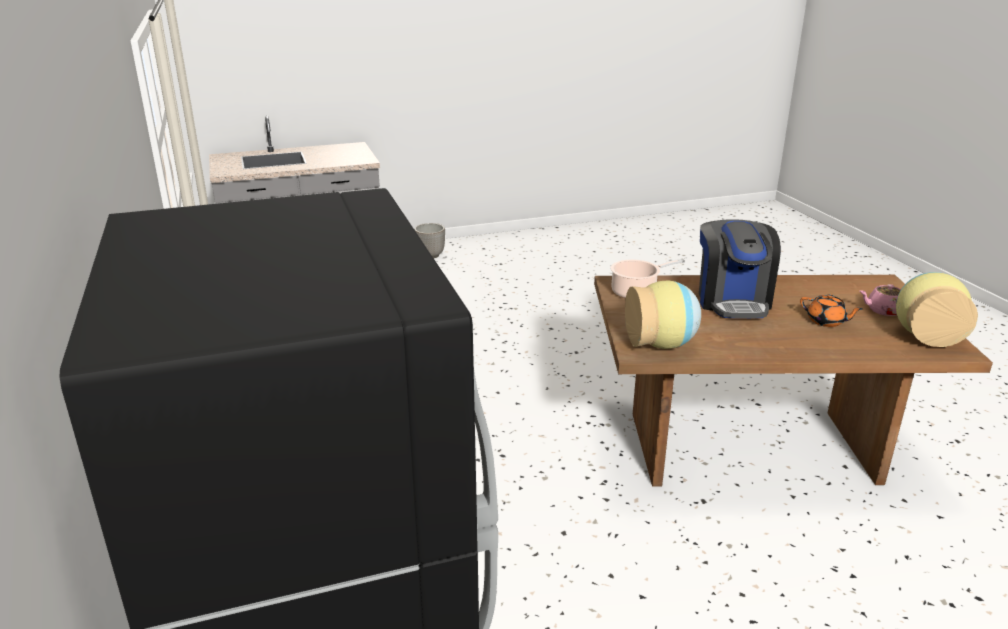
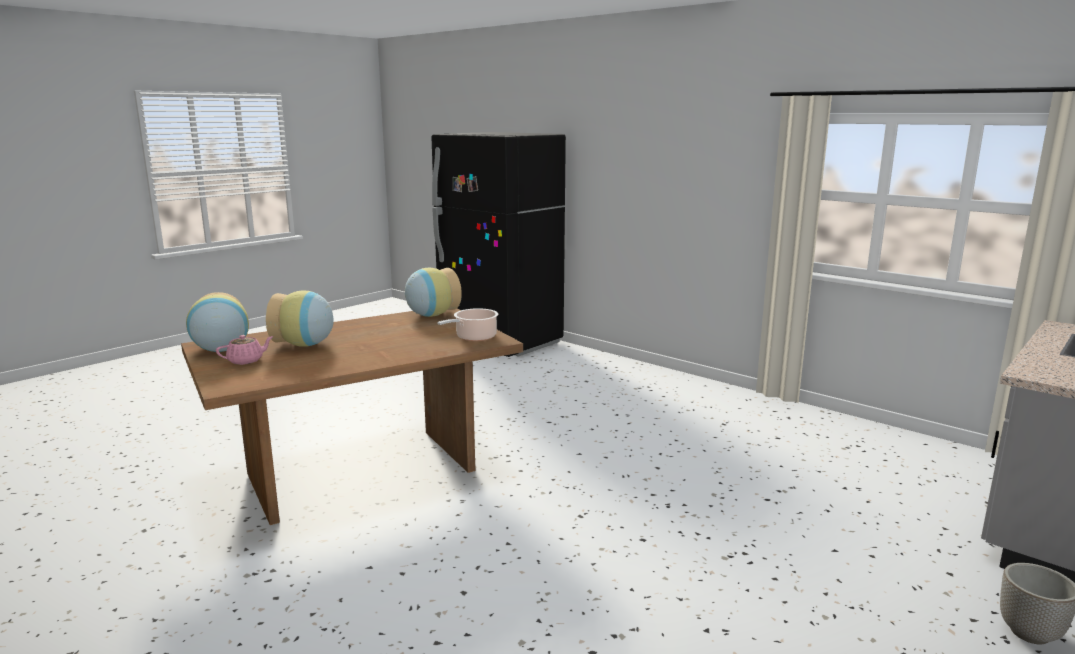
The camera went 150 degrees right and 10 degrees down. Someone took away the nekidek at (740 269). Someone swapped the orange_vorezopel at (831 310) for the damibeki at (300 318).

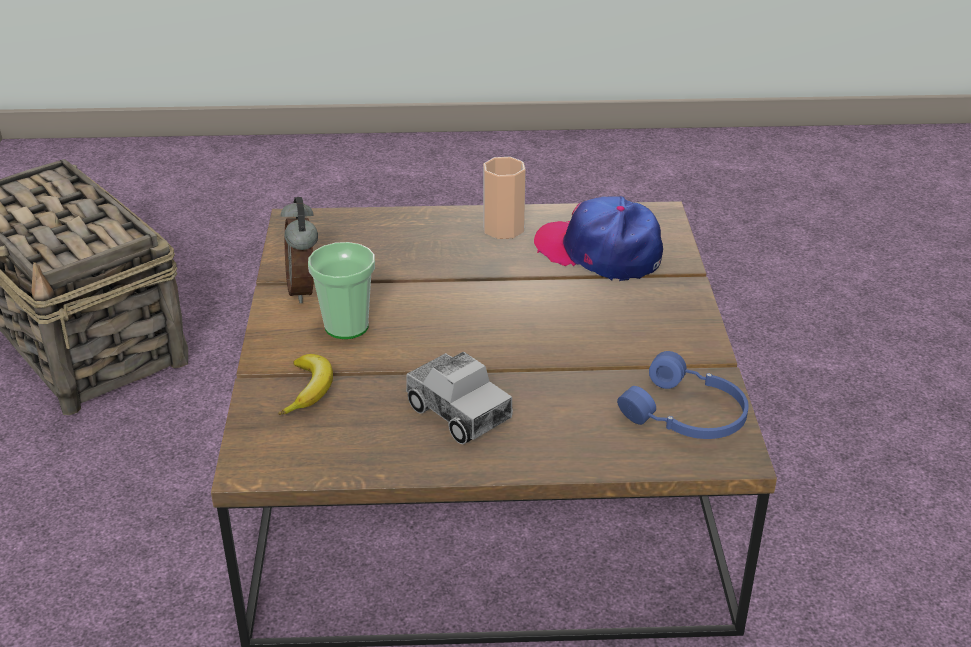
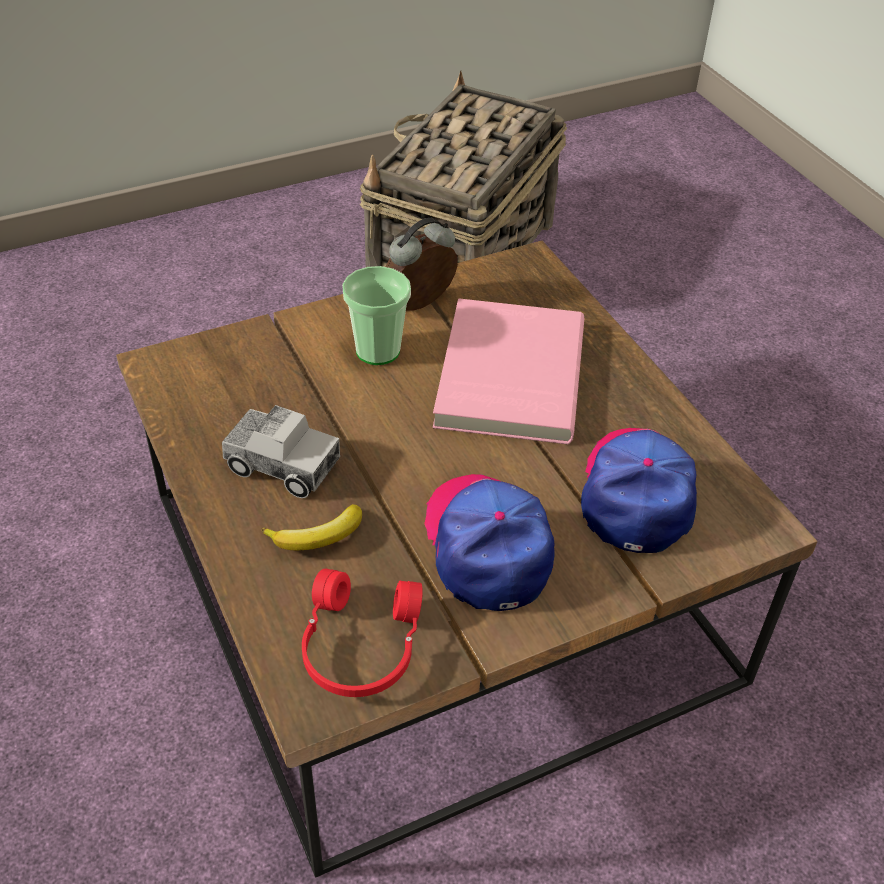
The camera went 65 degrees right and 10 degrees up. Someone carried the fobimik from (305 384) to (311 527). Someone rotated the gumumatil at (459 397) by 90 degrees counterclockwise. Someone took away the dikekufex at (504 198). Someone repainted the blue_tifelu at (683 395), which became the red_tifelu at (362 633). Someone put down the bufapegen at (489 542). Someone put down the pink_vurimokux at (508 371).

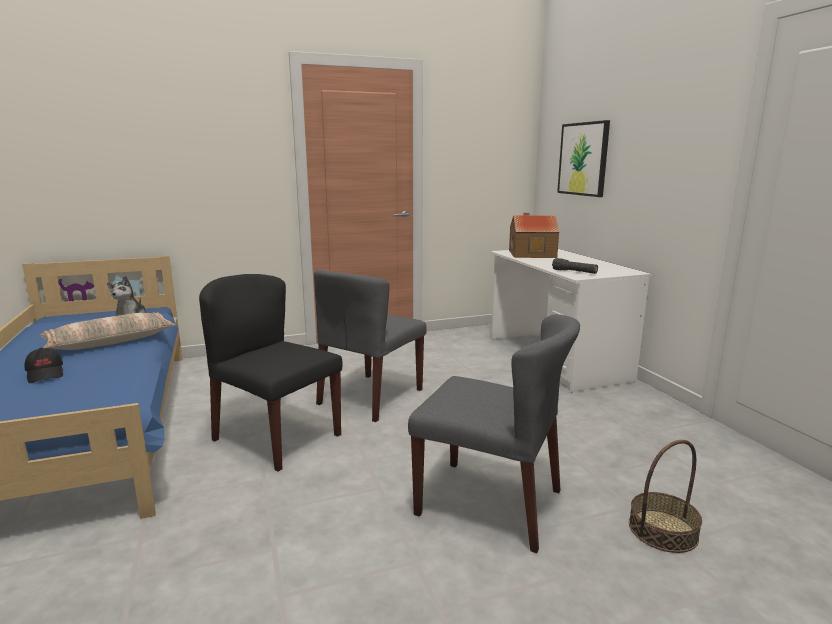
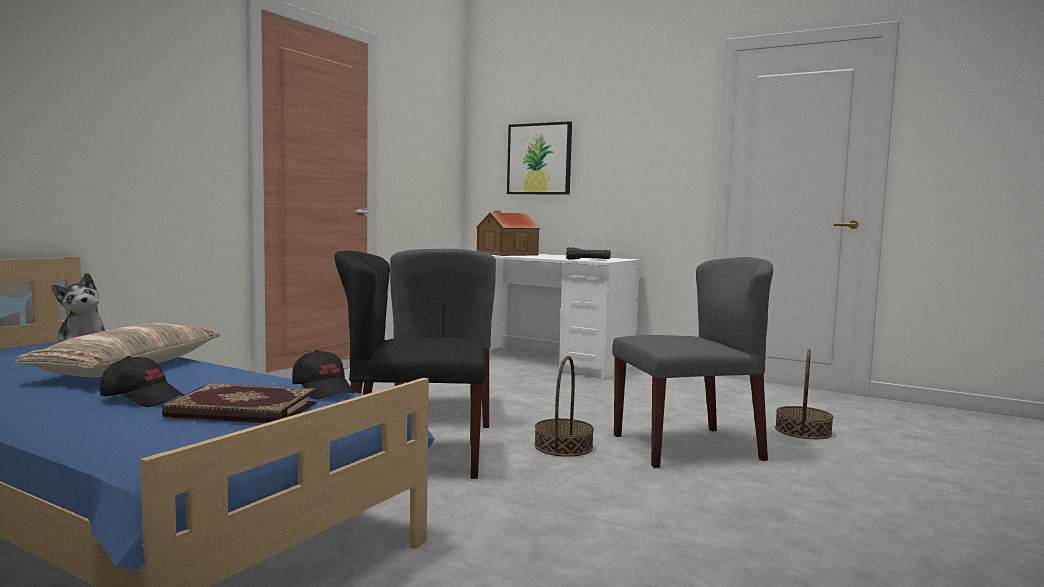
The camera went 40 degrees left and 10 degrees down. Someone put down the vurimokux at (239 403). Someone put down the black_bufapegen at (323 375). Someone put down the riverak at (564 406).

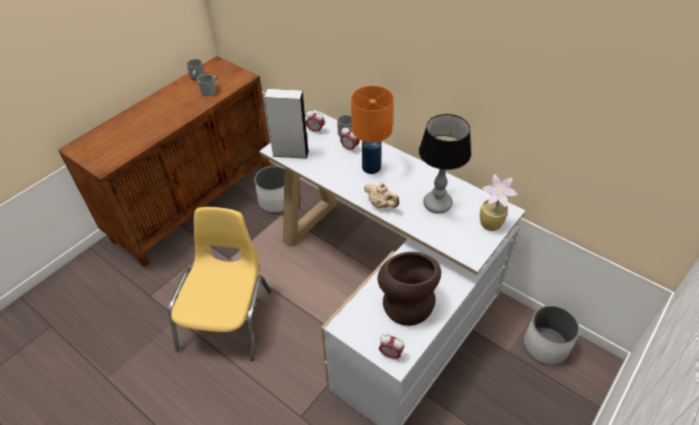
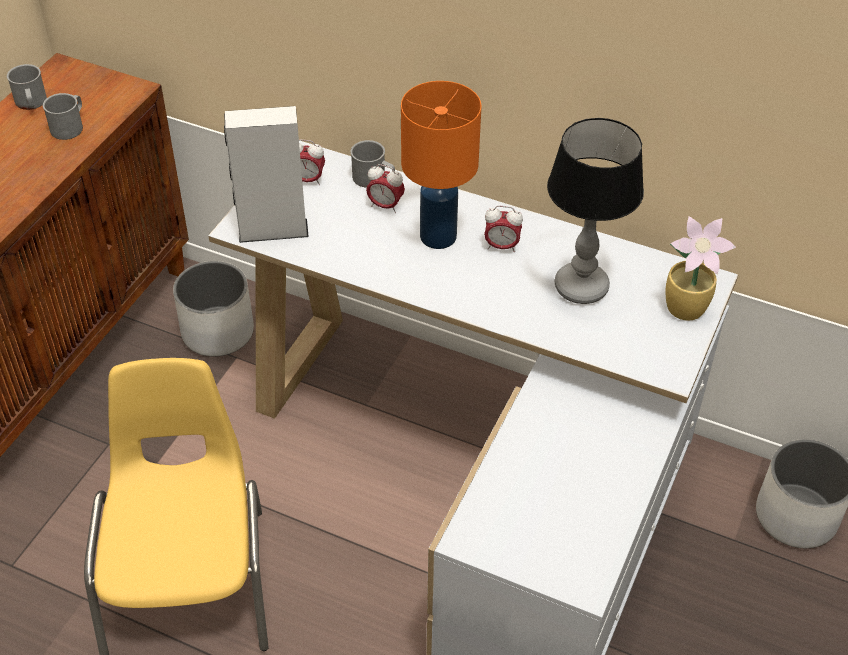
The camera went 15 degrees left and 0 degrees up. Someone took away the beige_vorezopel at (381 195). Someone took away the brown_damibeki at (409 289). Someone carried the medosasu from (392 347) to (503 228).

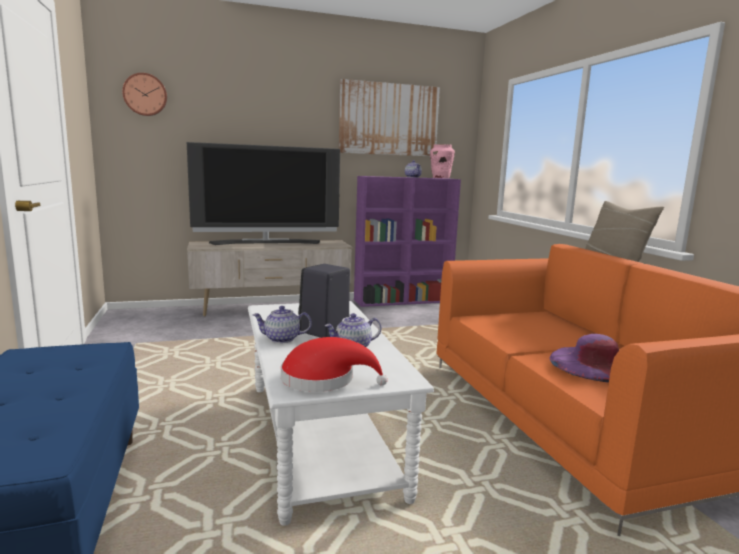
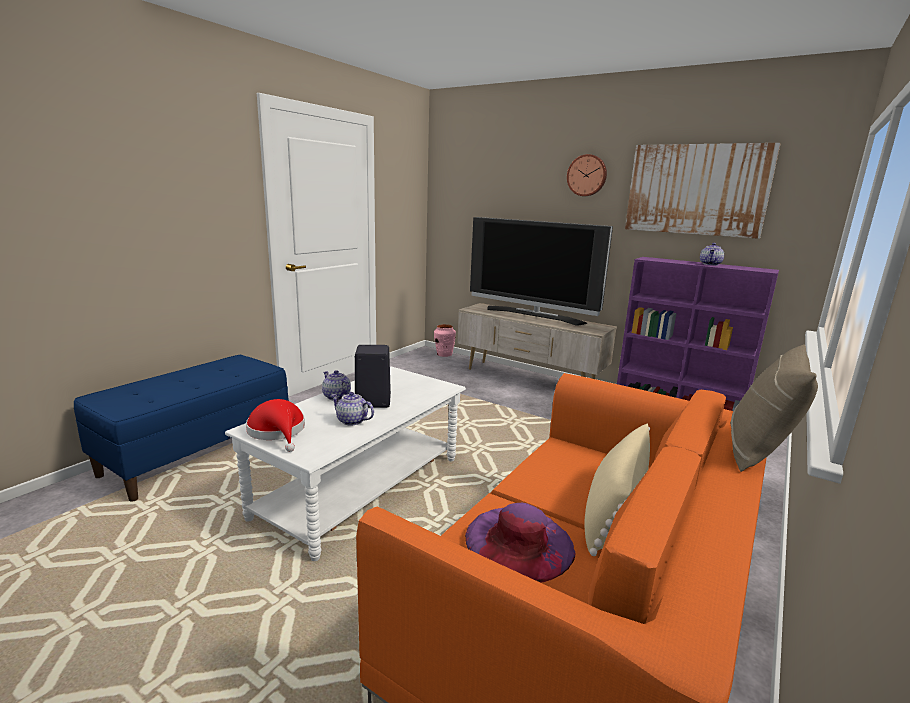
The camera went 50 degrees right and 5 degrees up. Someone carried the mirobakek from (144 94) to (587 175). Someone carried the pink_damibeki from (442 161) to (445 340). Someone put down the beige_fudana at (617 489).

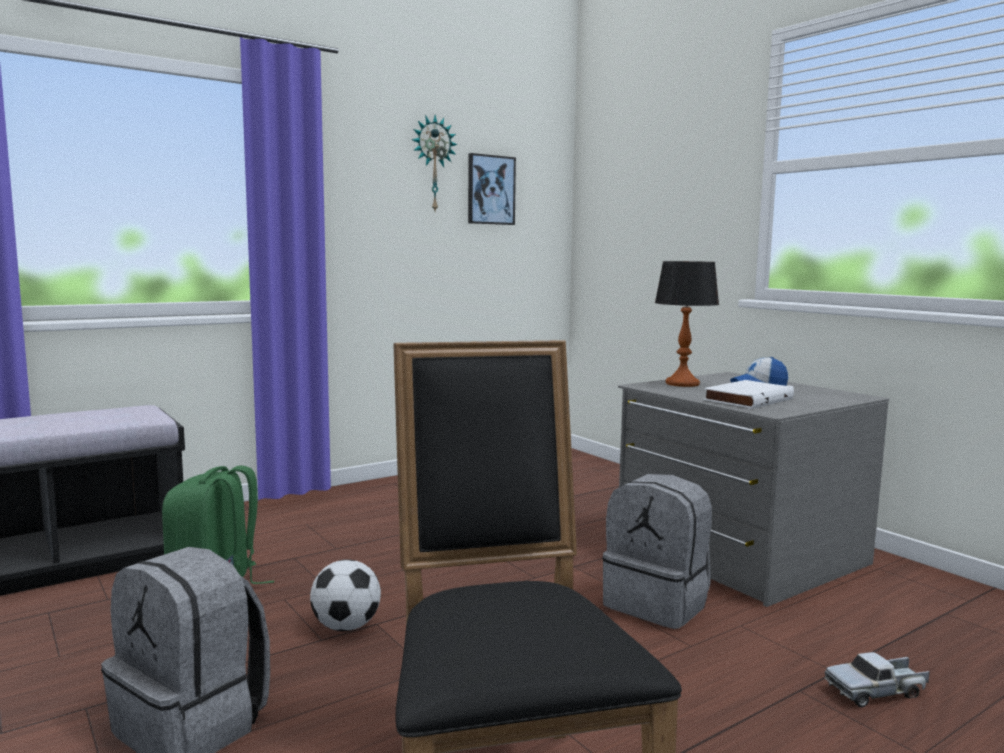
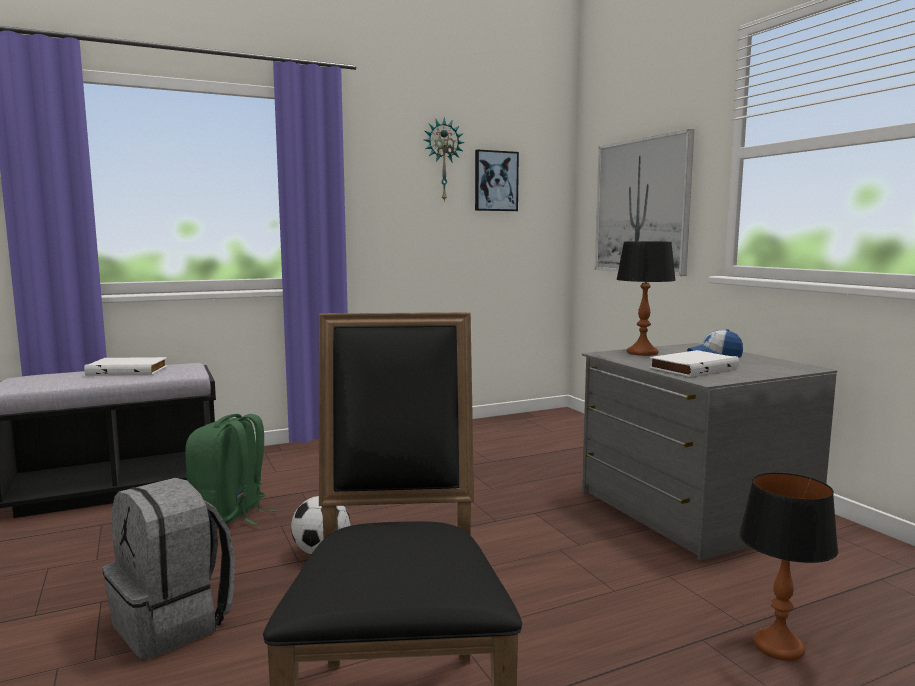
The camera went 10 degrees right and 0 degrees up. Someone took away the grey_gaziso at (657 551). Someone swapped the gumumatil at (877 679) for the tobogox at (788 566). Someone put down the white_vurimokux at (126 366). Someone put up the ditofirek at (644 202).

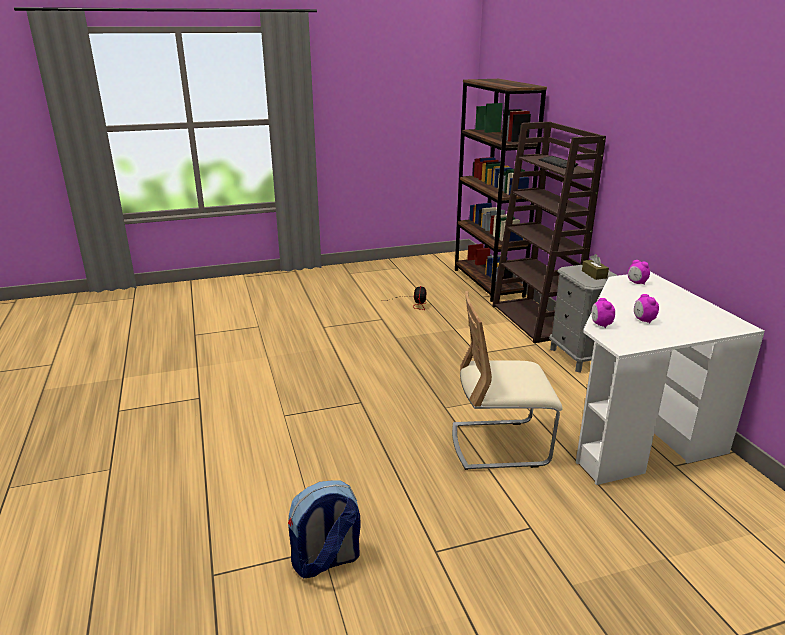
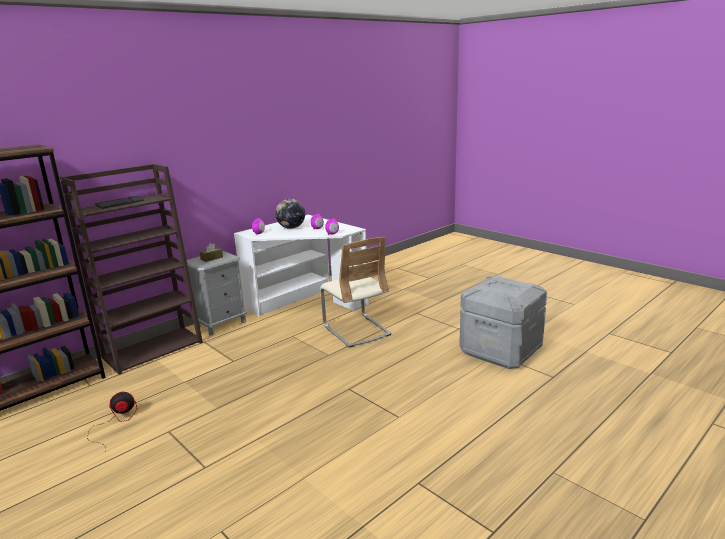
The camera went 115 degrees left and 5 degrees down. Someone swapped the gaziso at (324 529) for the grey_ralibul at (503 322). Someone put down the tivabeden at (290 214).

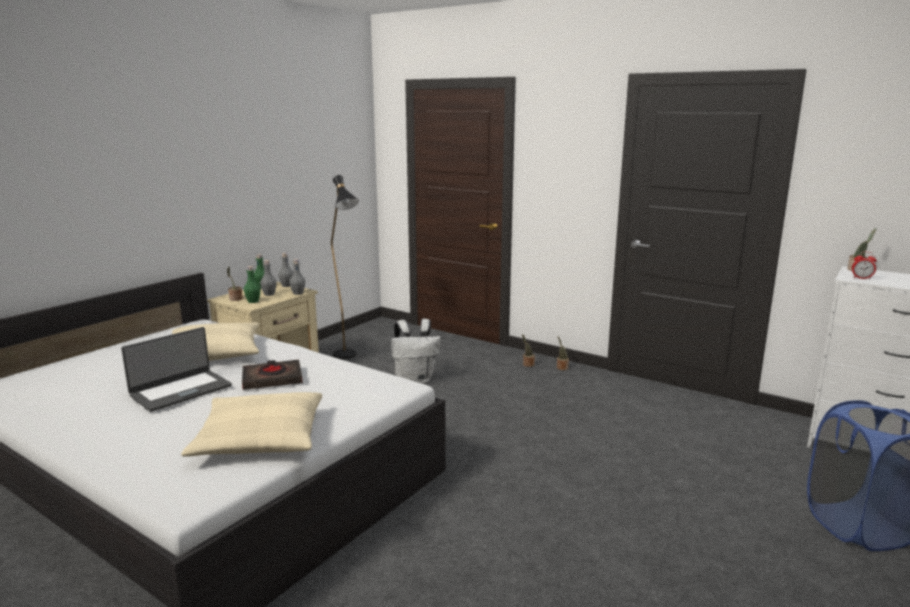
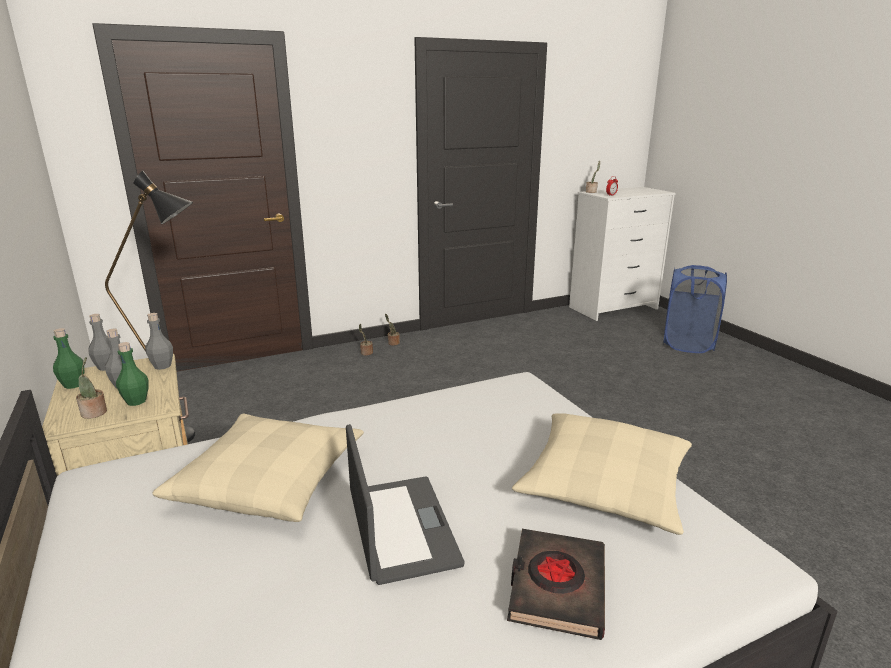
The camera went 60 degrees left and 5 degrees up. Someone carried the black_vurimokux from (272 375) to (556 584). Someone took away the white_gaziso at (416 351).

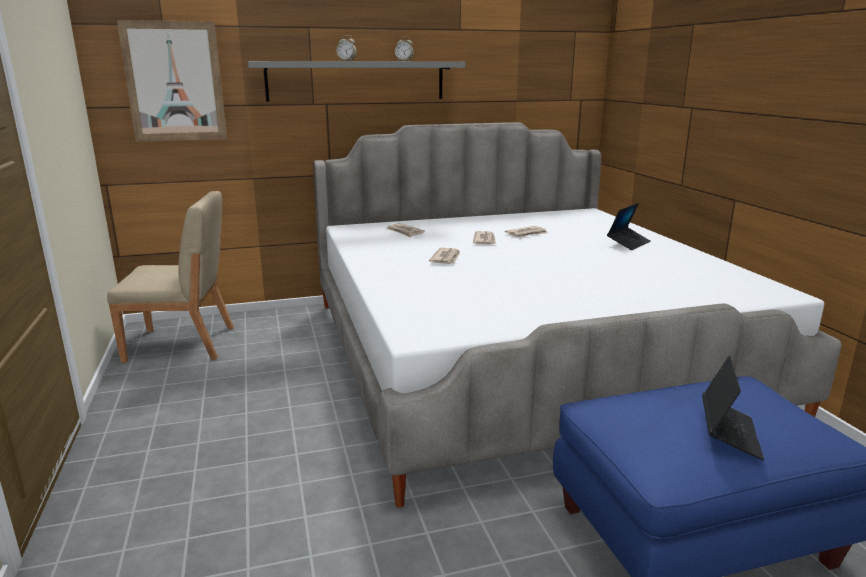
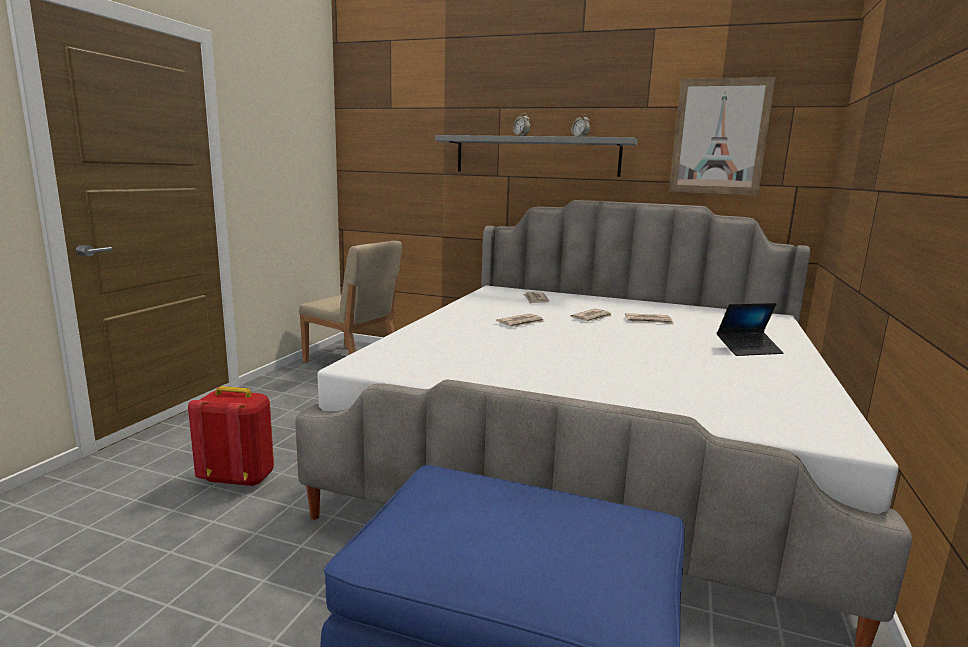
The camera went 35 degrees right and 5 degrees down. Someone carried the ditofirek from (172 81) to (722 136). Someone took away the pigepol at (733 407). Someone put down the red_gaziso at (231 436).

